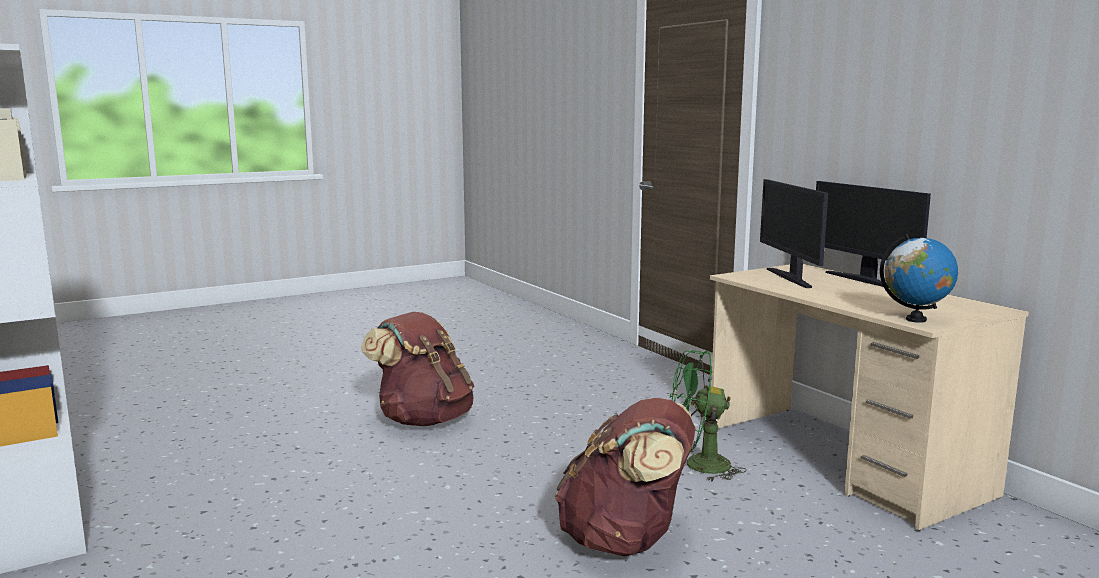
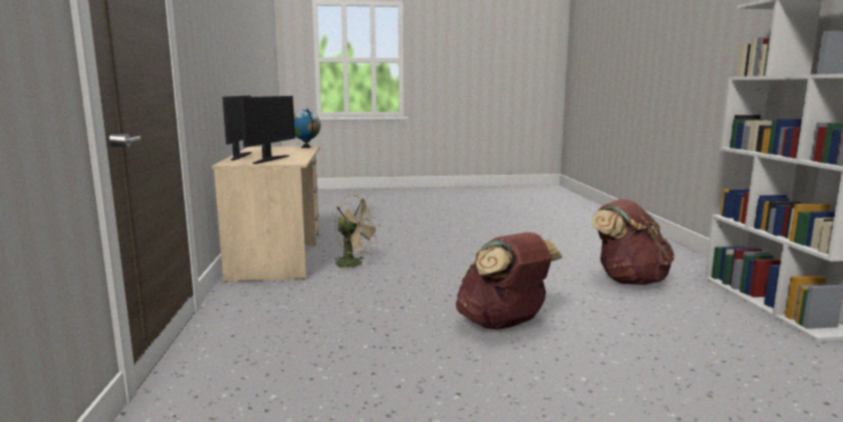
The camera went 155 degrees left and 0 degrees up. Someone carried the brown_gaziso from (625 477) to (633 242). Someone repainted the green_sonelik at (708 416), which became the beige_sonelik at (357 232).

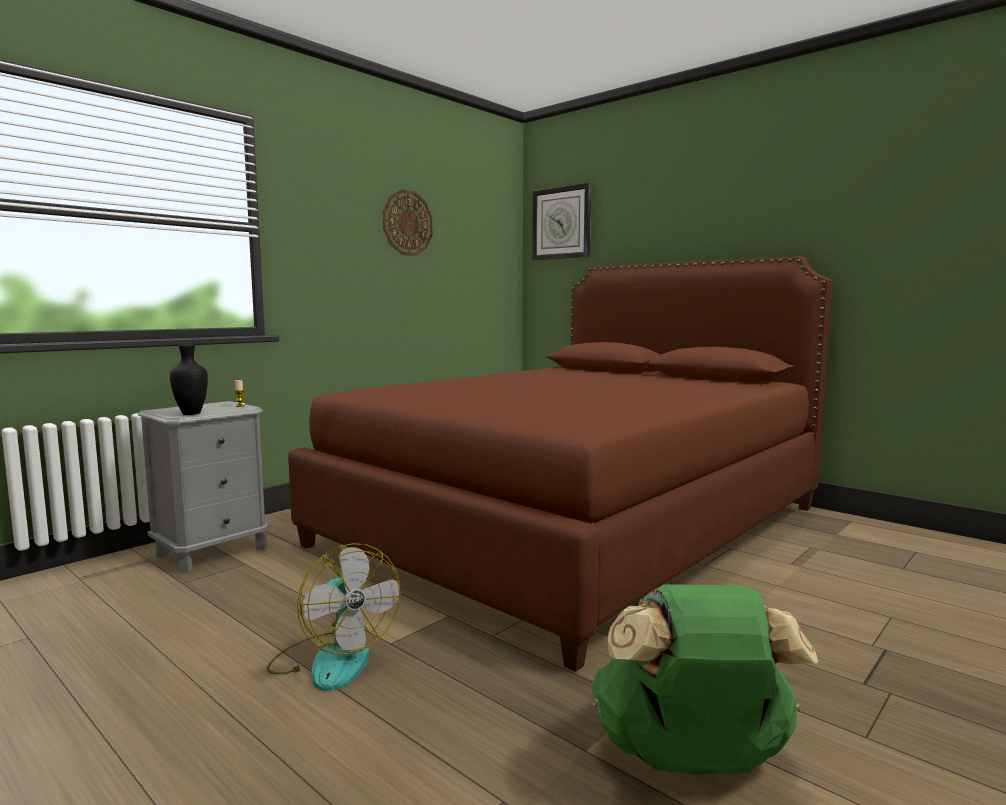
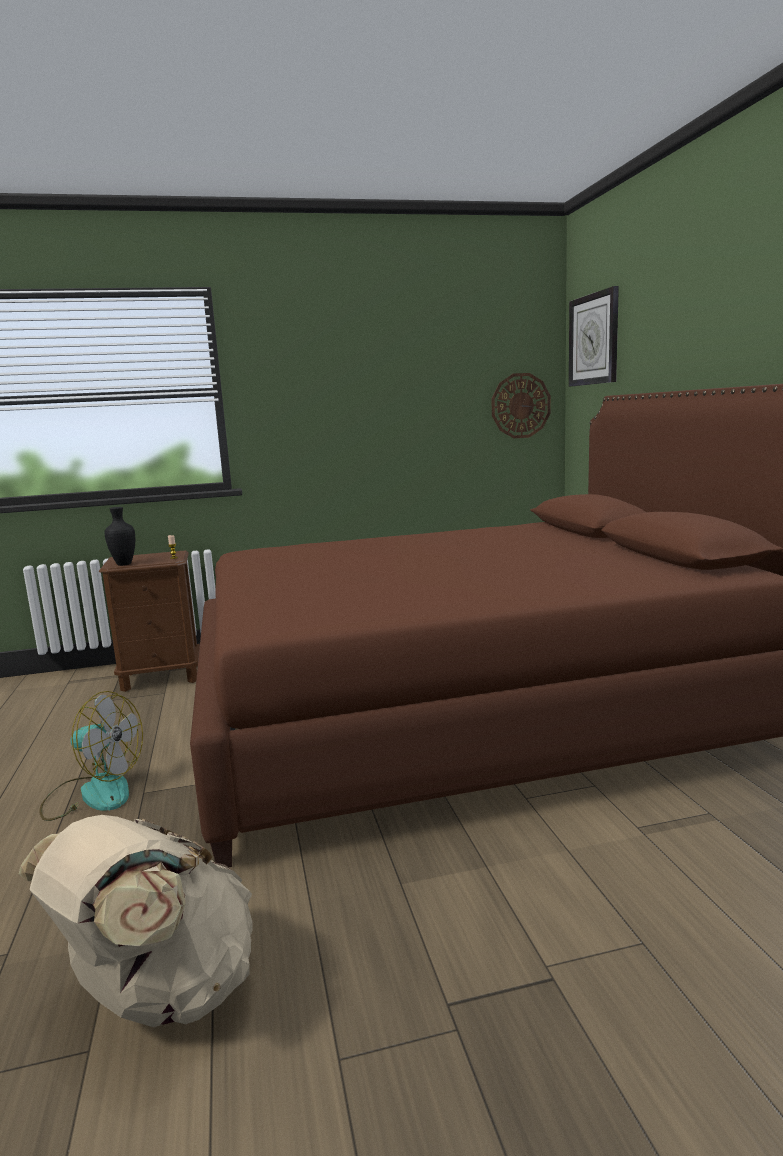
The camera went 35 degrees right and 5 degrees up. Someone repainted the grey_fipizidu at (204 486), which became the brown_fipizidu at (149 621). Someone rotated the sonelik at (333 617) by 75 degrees counterclockwise. Someone carried the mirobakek from (408 222) to (521 405). Someone repainted the green_gaziso at (705 679), which became the beige_gaziso at (136 921).

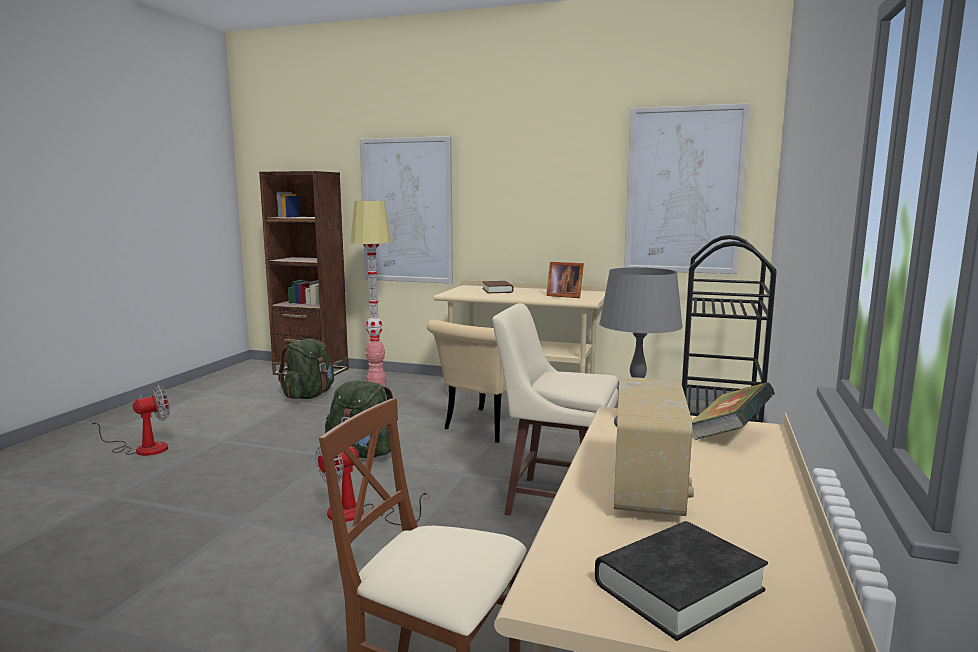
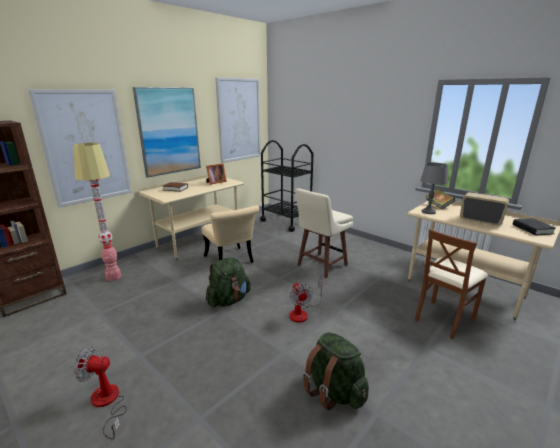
The camera went 65 degrees left and 10 degrees up. Someone rotated the sonelik at (130 420) by 75 degrees counterclockwise. Someone carried the green_gaziso from (306 369) to (336 371). Someone put up the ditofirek at (167 132).

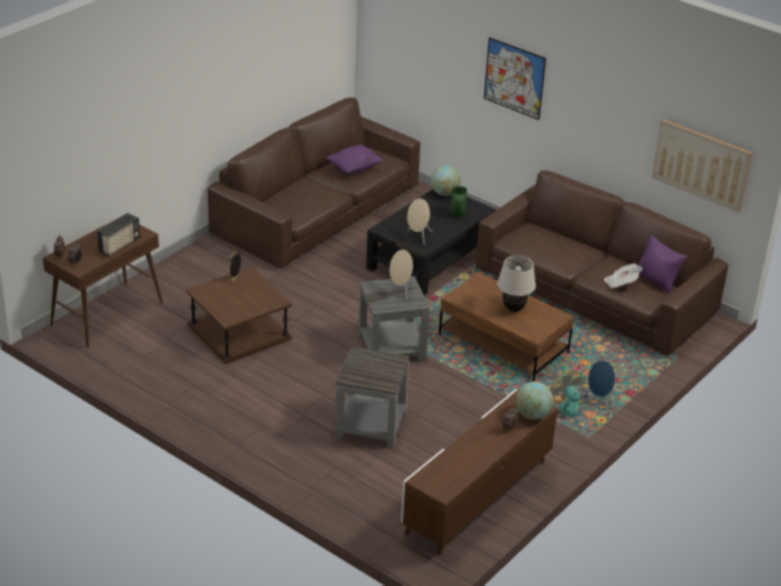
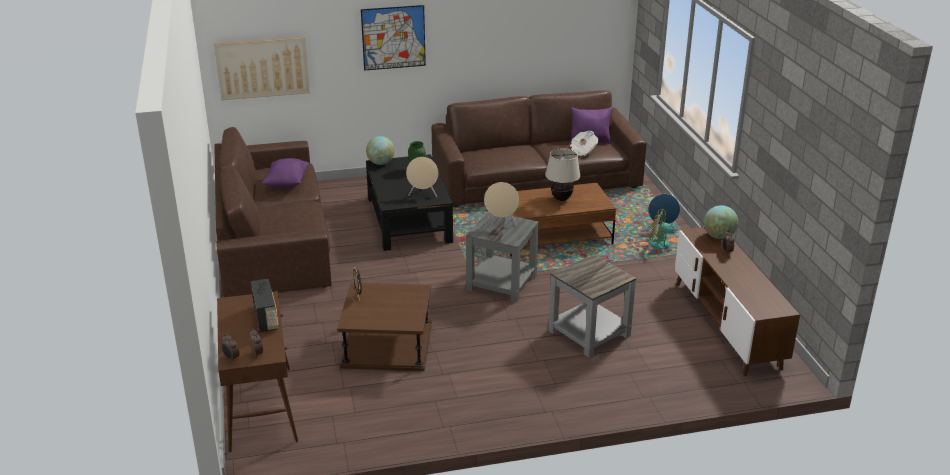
The camera went 50 degrees left and 5 degrees down. Someone carried the ditofirek from (702 165) to (262 68).

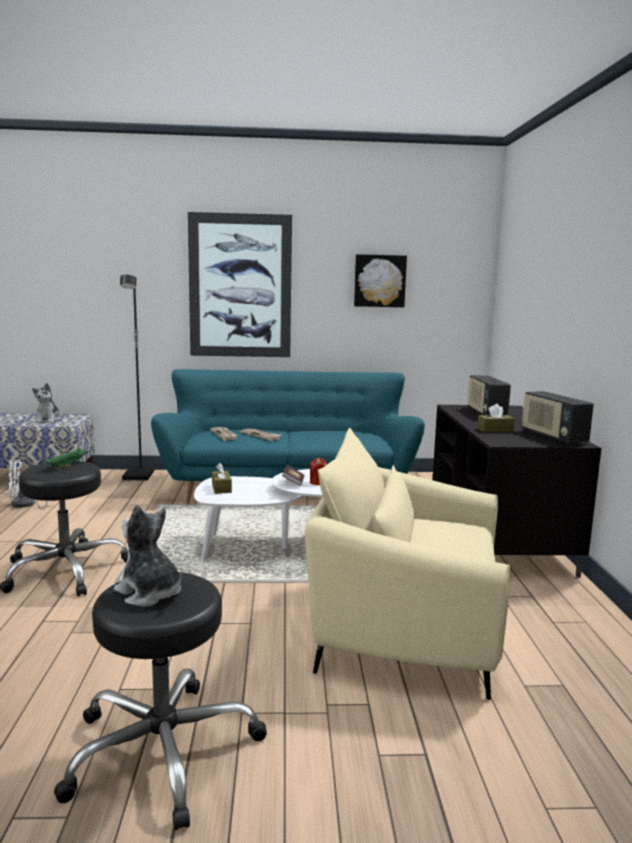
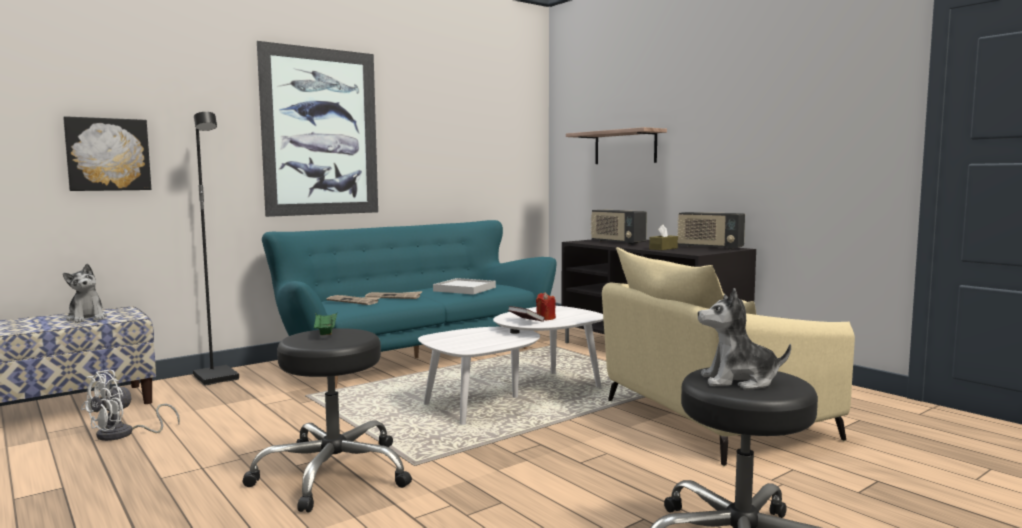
The camera went 35 degrees left and 5 degrees down. Someone took away the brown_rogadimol at (222 478). Someone carried the ditofirek from (380 280) to (107 153). Someone put down the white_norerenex at (464 286). Someone put up the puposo at (616 145).

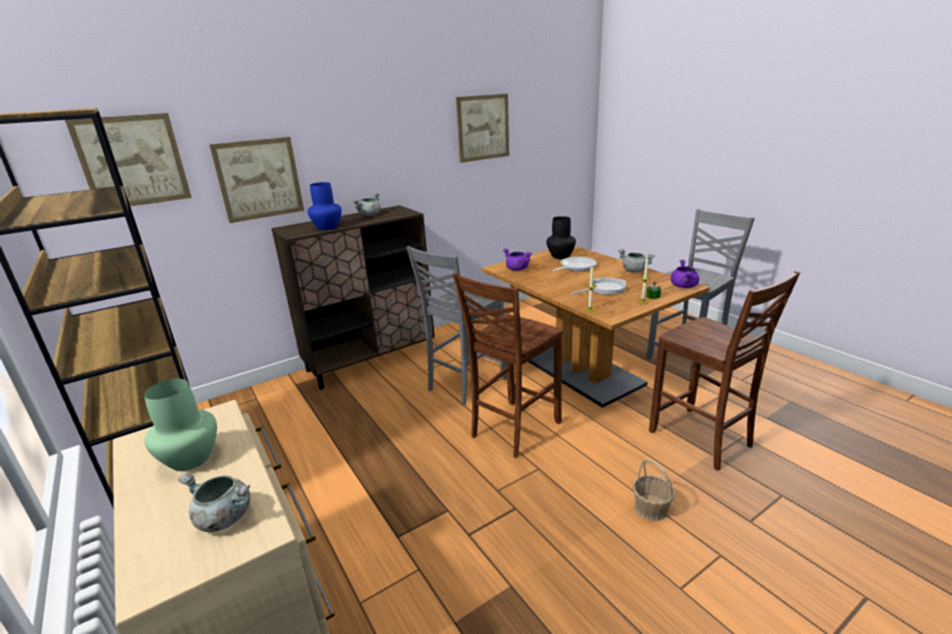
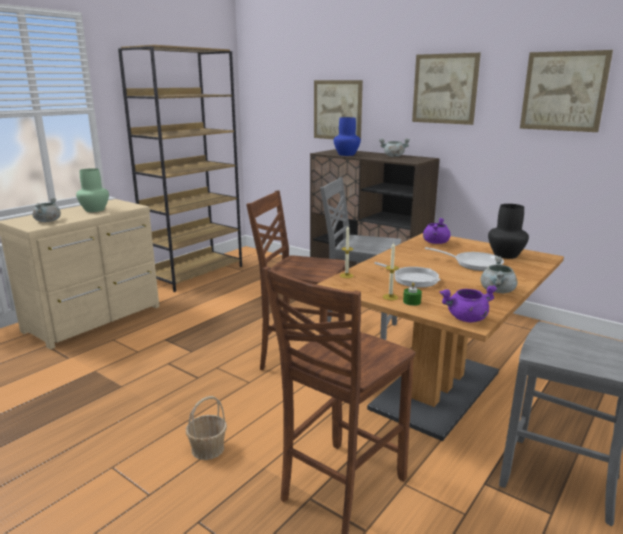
The camera went 70 degrees right and 5 degrees down. Someone carried the ditofirek from (128 159) to (446 89).

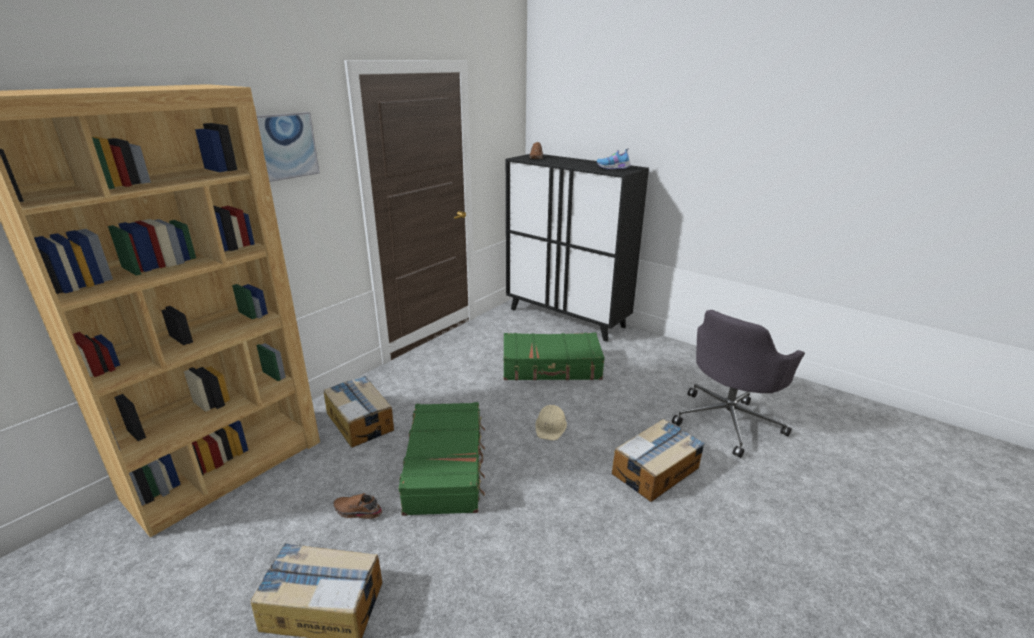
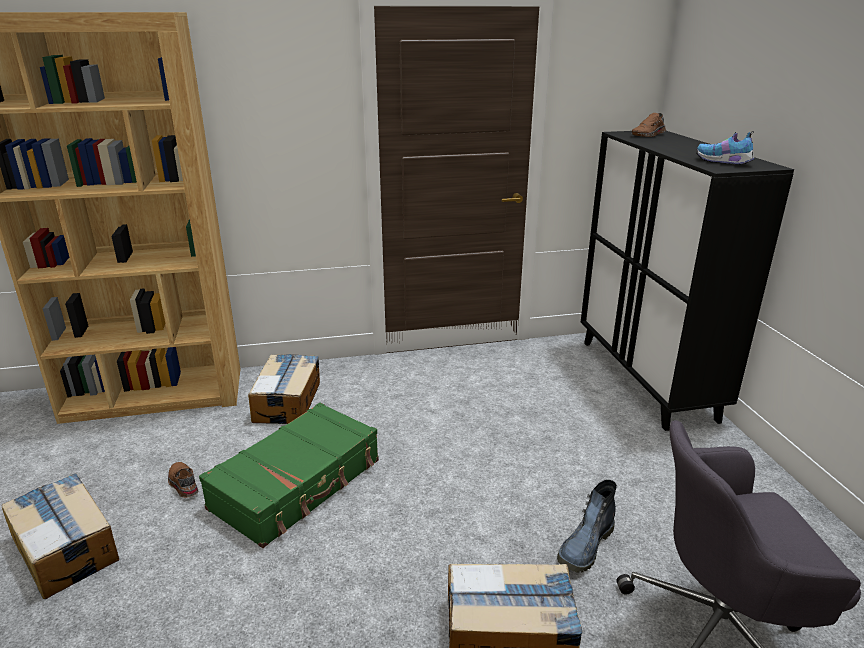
The camera went 40 degrees right and 0 degrees up. Someone took away the ditofirek at (288 147). Someone took away the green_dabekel at (554 357). Someone took away the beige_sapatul at (551 422). Someone put down the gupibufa at (587 526).

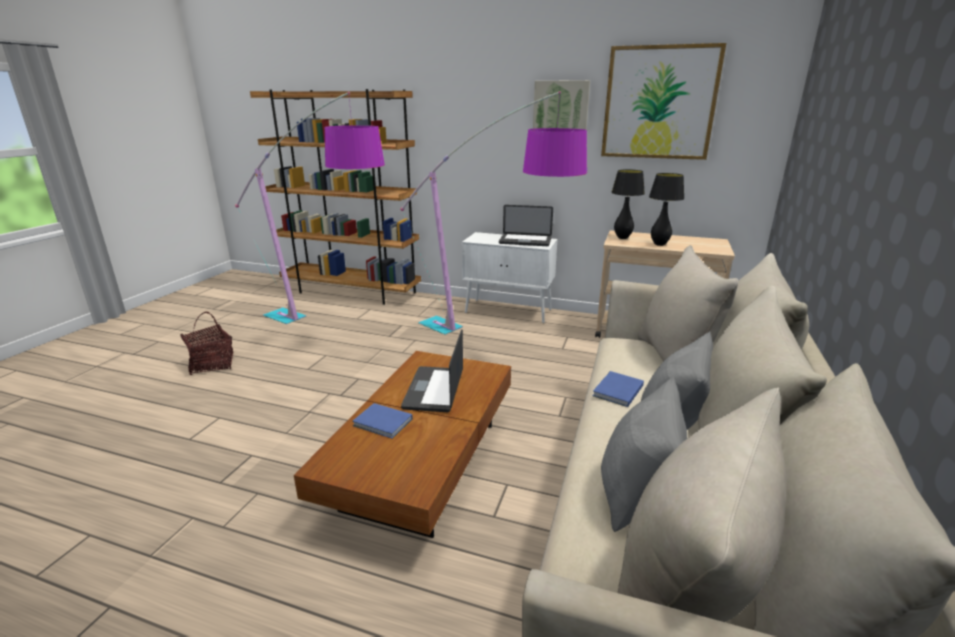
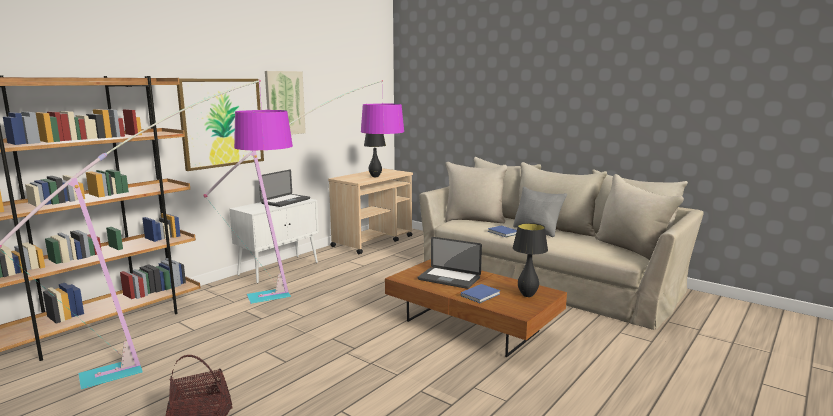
The camera went 70 degrees left and 10 degrees down. Someone carried the ditofirek from (663 101) to (220 125). Someone took away the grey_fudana at (644 454). Someone carried the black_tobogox from (628 204) to (530 260).

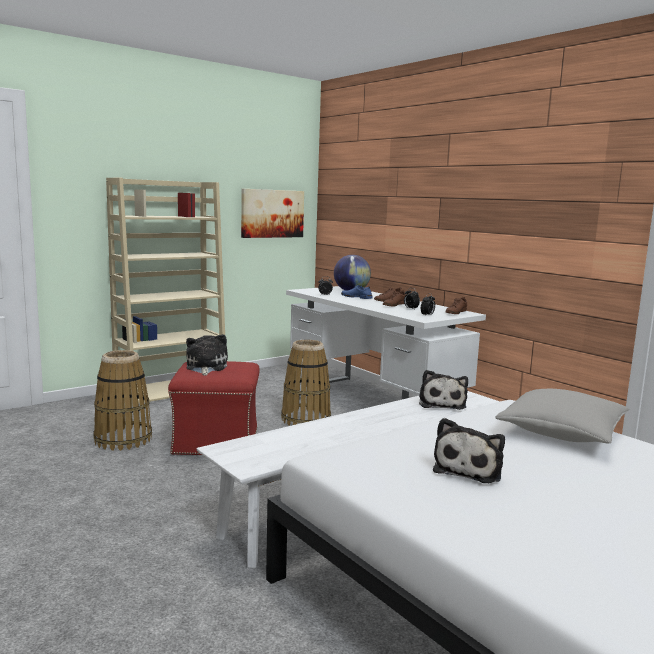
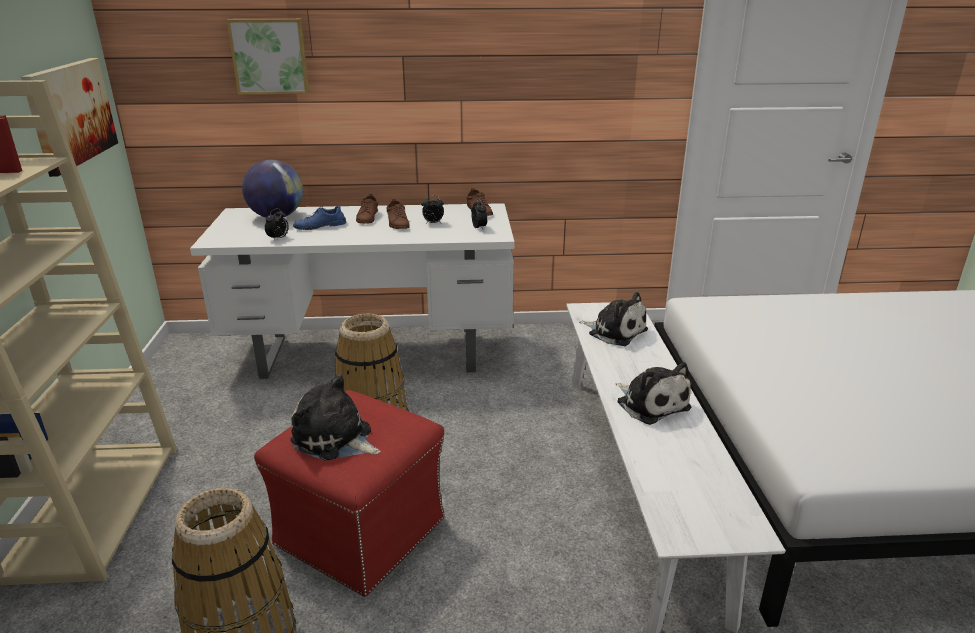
The camera went 55 degrees left and 15 degrees up. Someone carried the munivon from (469 450) to (653 393). Someone took away the grey_fudana at (562 416). Someone put up the ditofirek at (268 56).

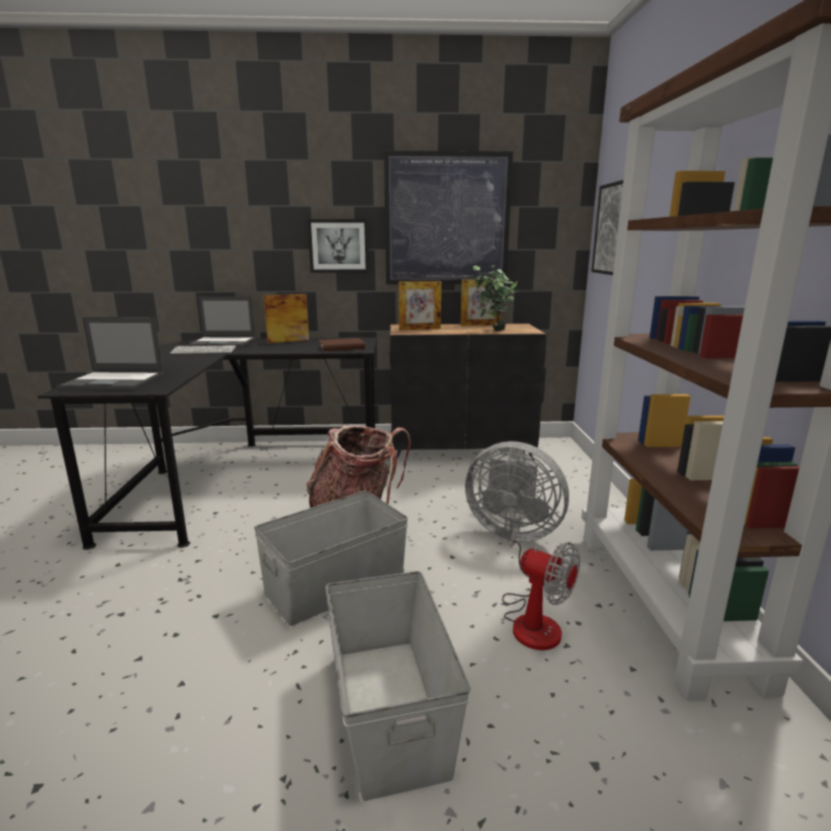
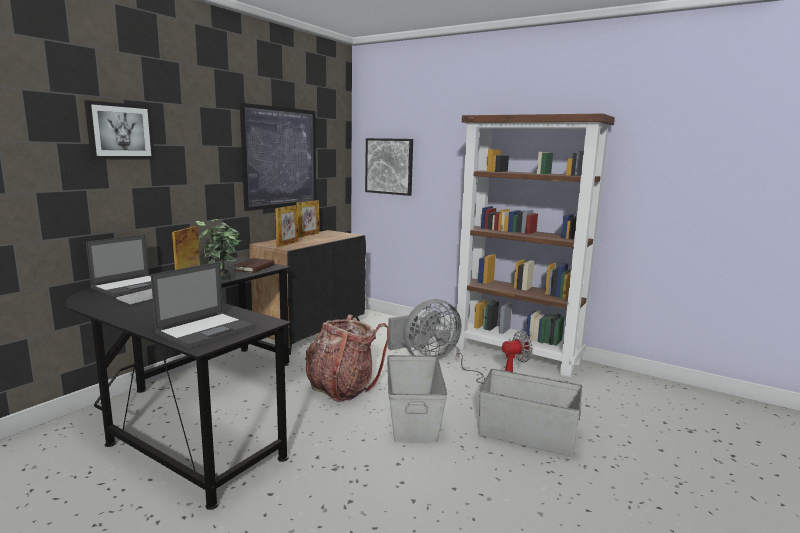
The camera went 55 degrees left and 5 degrees down. Someone carried the ditofirek from (338 246) to (119 130). Someone carried the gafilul from (496 298) to (219 249).

